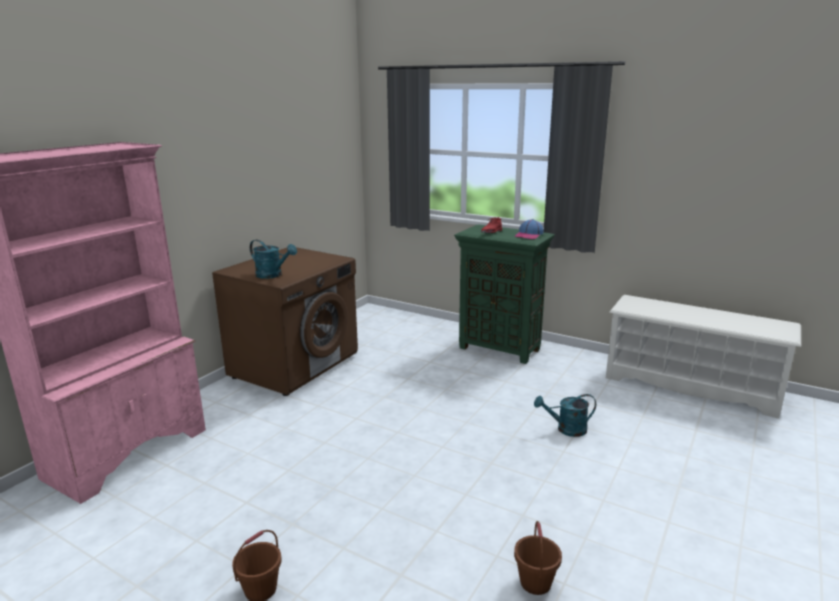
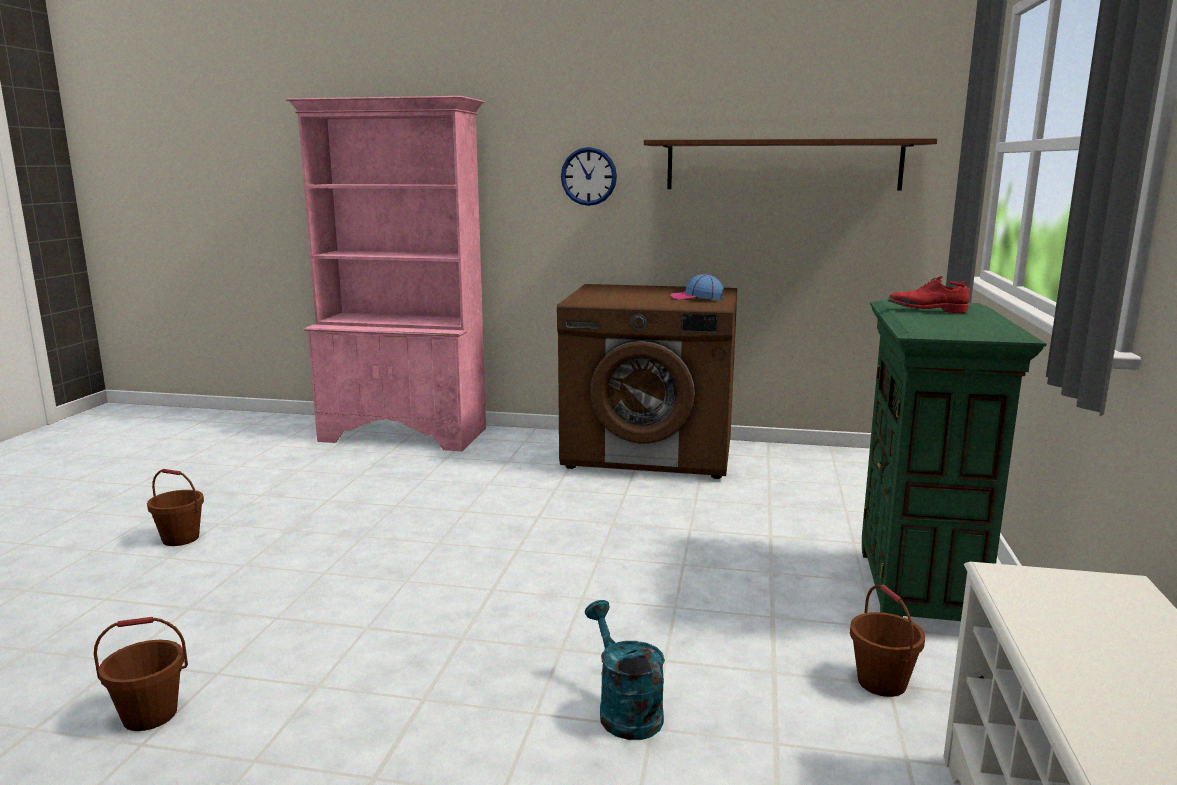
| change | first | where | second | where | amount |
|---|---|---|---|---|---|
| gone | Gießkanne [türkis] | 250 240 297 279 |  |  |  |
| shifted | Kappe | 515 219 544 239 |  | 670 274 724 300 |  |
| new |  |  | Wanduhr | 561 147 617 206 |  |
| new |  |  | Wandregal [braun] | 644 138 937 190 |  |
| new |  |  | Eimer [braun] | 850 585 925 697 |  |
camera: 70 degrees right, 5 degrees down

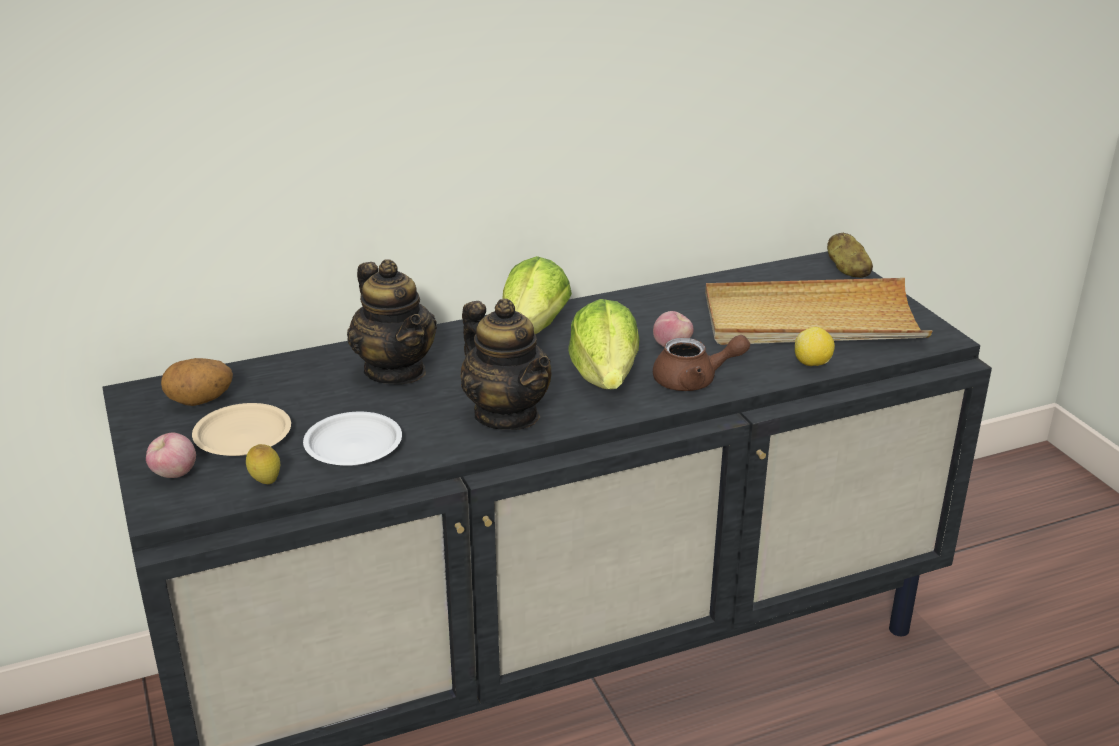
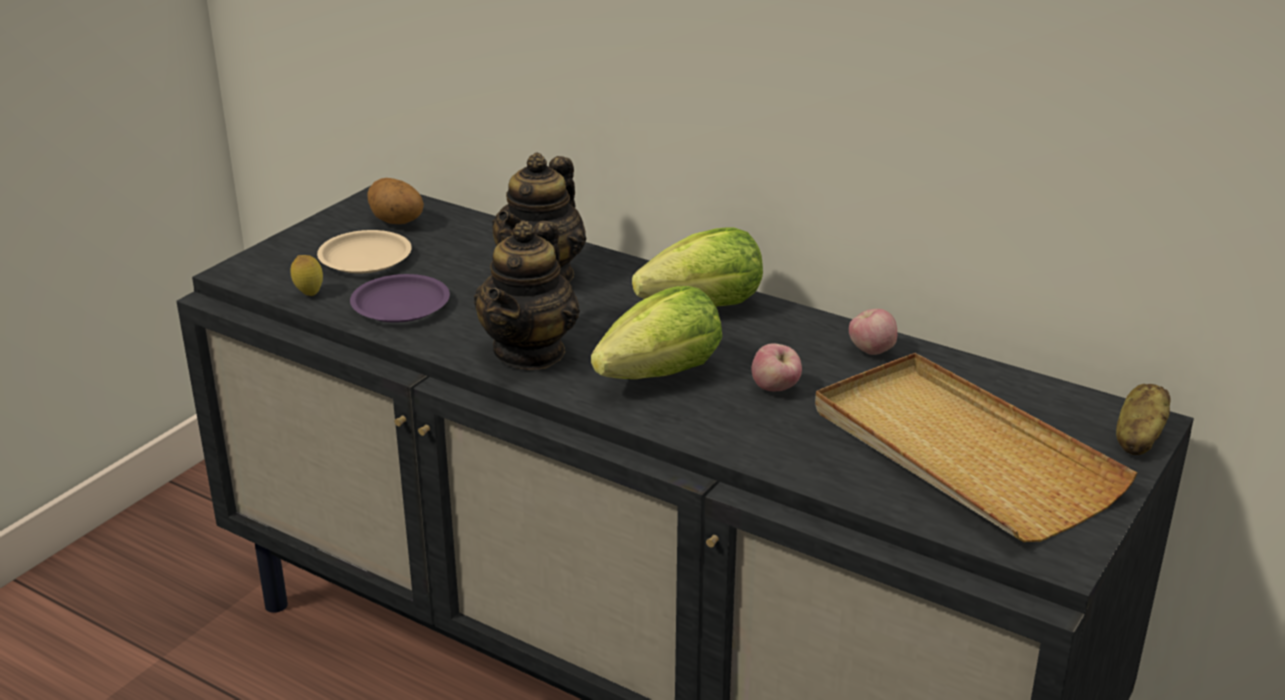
| change | first | where | second | where | amount |
|---|---|---|---|---|---|
| shifted | Apfel | 146 433 196 478 |  | 849 309 897 355 |  |
| repainted | Teller [weiß] | 303 412 402 466 | Teller [lila] | 350 274 450 323 |  |
| gone | Teekanne [braun] | 653 335 750 391 |  |  |  |
| gone | Zitrone | 795 327 835 366 |  |  |  |
camera: 55 degrees right, 0 degrees up

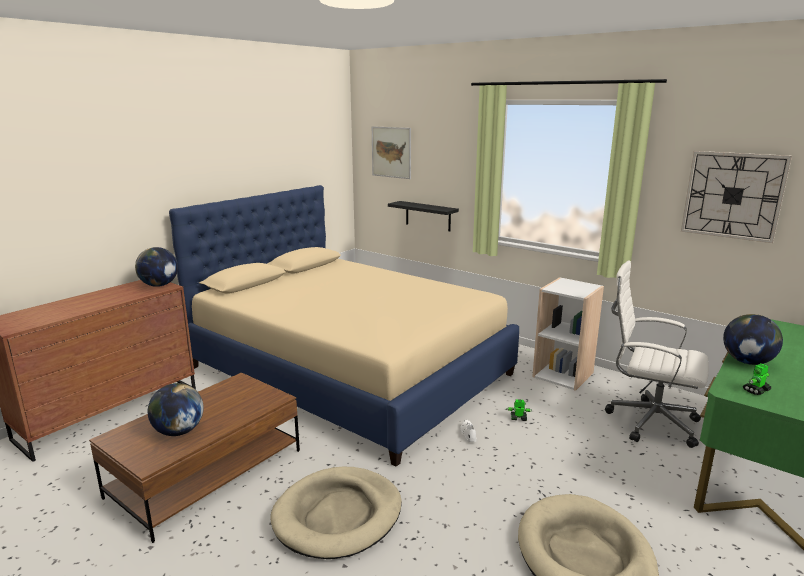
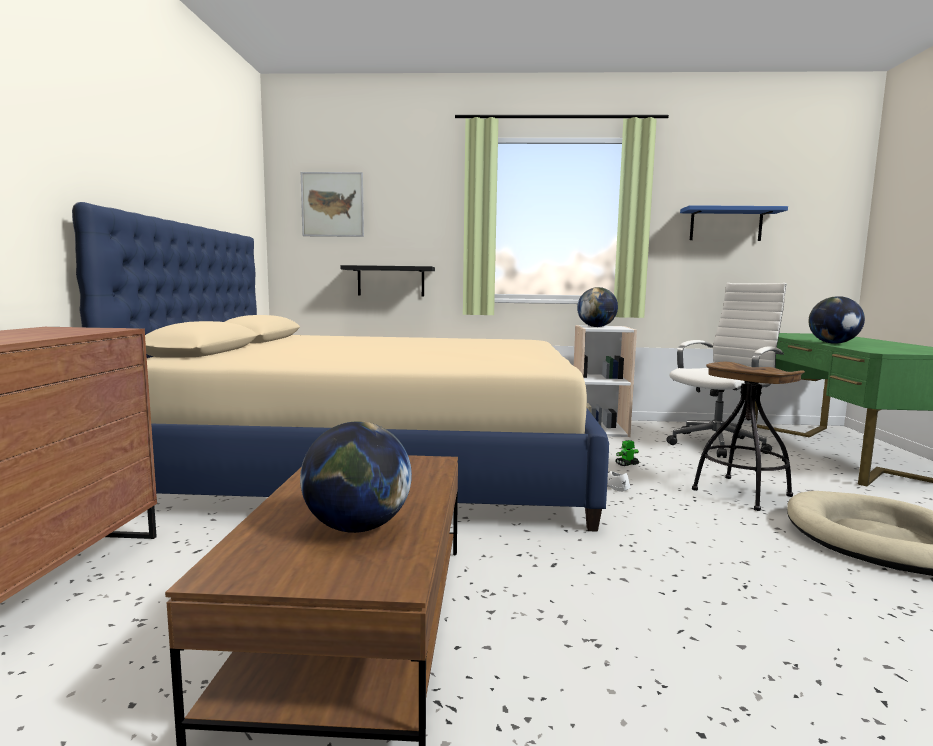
| change | first | where | second | where | amount |
|---|---|---|---|---|---|
| shifted | Globus | 135 247 178 287 |  | 577 287 618 327 |  |
| gone | Hundebett [beige] | 270 467 402 559 |  |  |  |
| rotated | Bürostuhl [weiß] | 605 261 709 448 |  | 666 283 787 458 | 150 degrees clockwise |
| swapped | Wanduhr | 681 151 792 243 | Wandregal [blau] | 680 205 788 241 |  |
| gone | Spielzeugroboter | 743 363 771 395 |  |  |  |
| new |  |  | Hocker [braun] | 692 362 805 511 |  |
camera: 35 degrees left, 10 degrees down

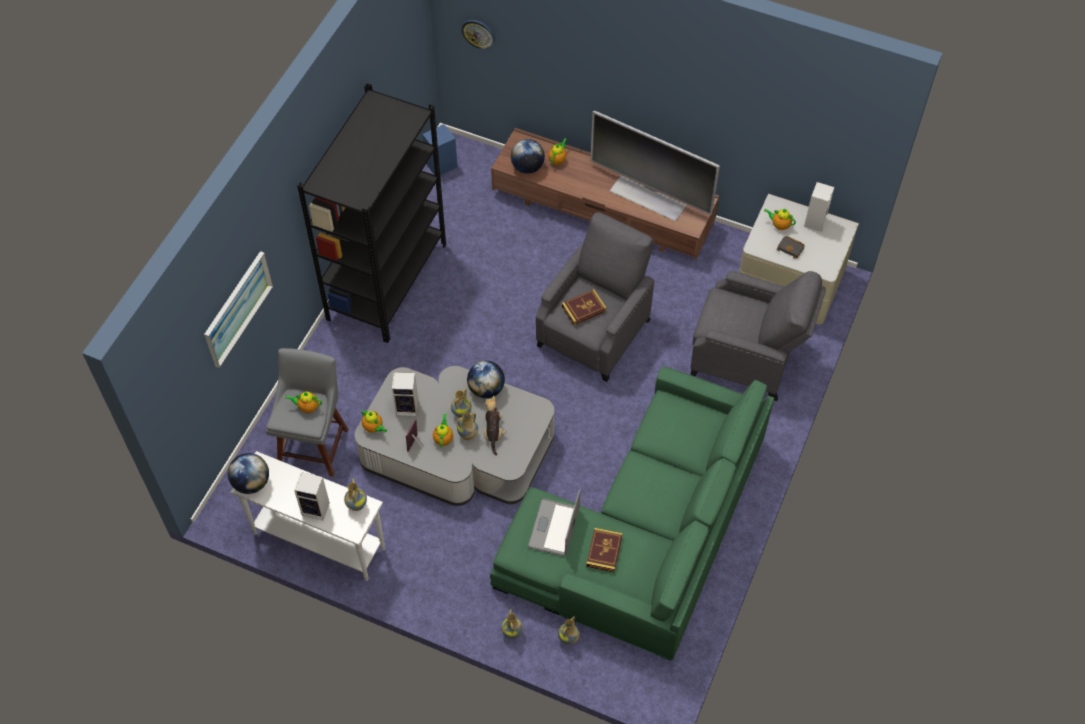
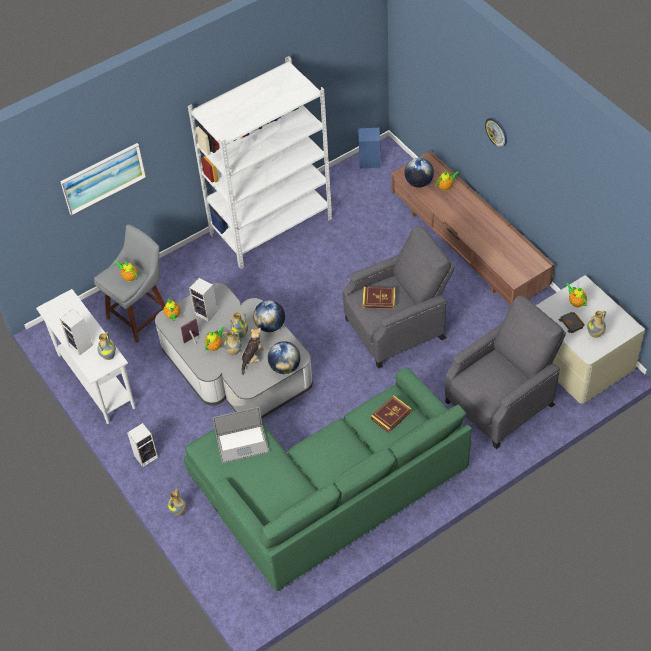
| change | first | where | second | where | amount |
|---|---|---|---|---|---|
| shifted | Globus | 228 453 269 494 |  | 268 341 300 374 |  |
| repainted | Bücherregal [schwarz] | 297 83 446 343 | Bücherregal [weiß] | 188 56 332 269 |  |
| shifted | Wanduhr | 462 20 495 49 |  | 485 117 507 147 |  |
| rotated | Laptop | 528 489 581 556 |  | 212 407 269 463 | 150 degrees counterclockwise |
| shifted | Vase | 558 616 580 645 |  | 587 311 606 338 |  |
| shifted | Buch | 586 528 623 572 |  | 371 396 412 433 |  |
| gone | Fernseher | 590 111 720 221 |  |  |  |
| rotated | Sessel [grau] | 690 271 826 401 |  | 445 295 566 449 | 90 degrees counterclockwise |
| shifted | Lautsprecher | 804 182 835 232 |  | 127 423 158 467 |  |
camera: 35 degrees right, 5 degrees down

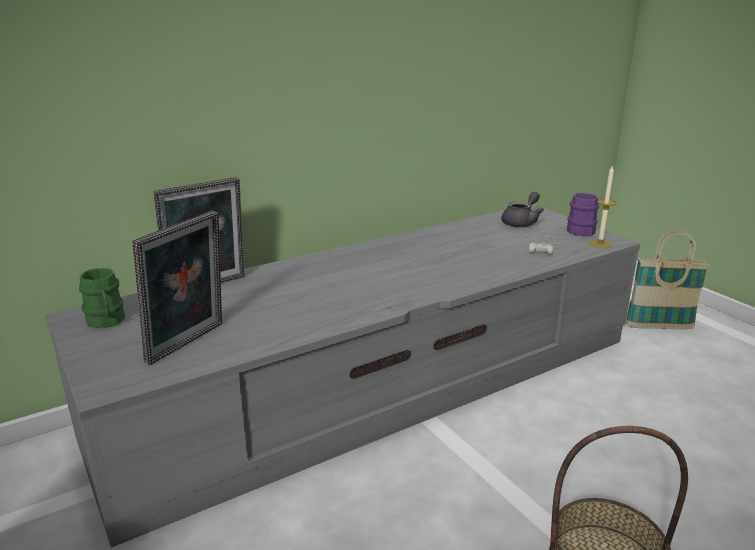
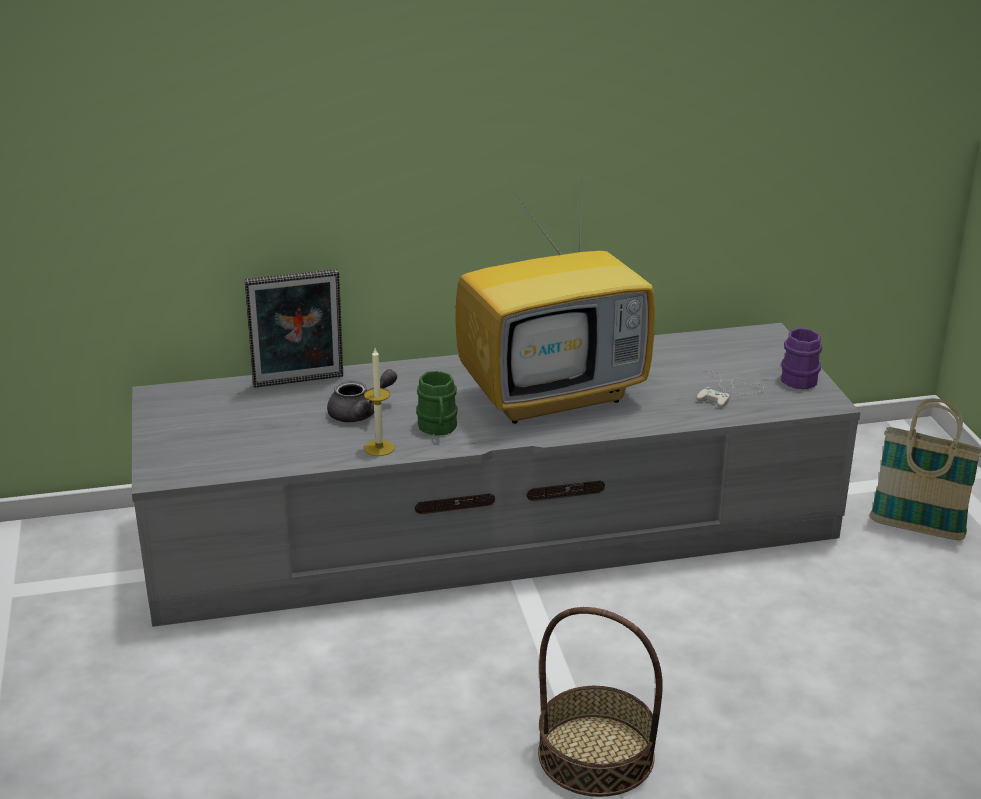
| change | first | where | second | where | amount |
|---|---|---|---|---|---|
| shifted | Henkelbecher [grün] | 79 268 125 328 |  | 416 371 457 435 |  |
| gone | Bilderrahmen | 132 211 222 365 |  |  |  |
| shifted | Teekanne [grau] | 501 192 544 227 |  | 327 369 397 422 |  |
| shifted | Kerze | 589 165 617 248 |  | 364 348 395 456 |  |
| new |  |  | Fernseher | 455 161 655 424 |  |
camera: 20 degrees right, 5 degrees up

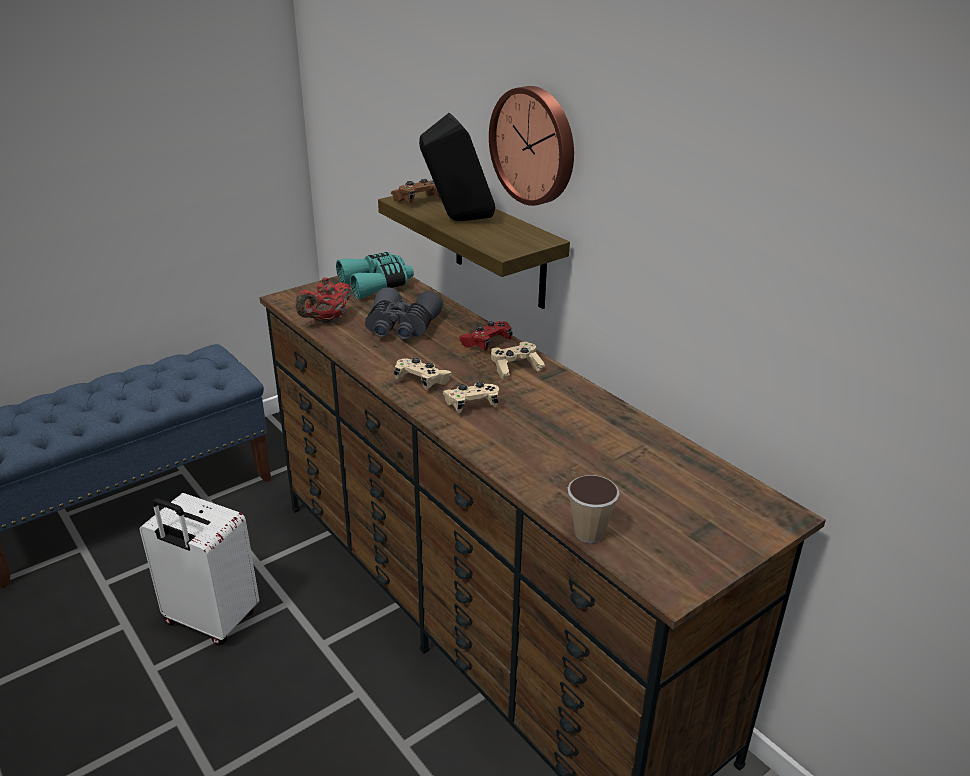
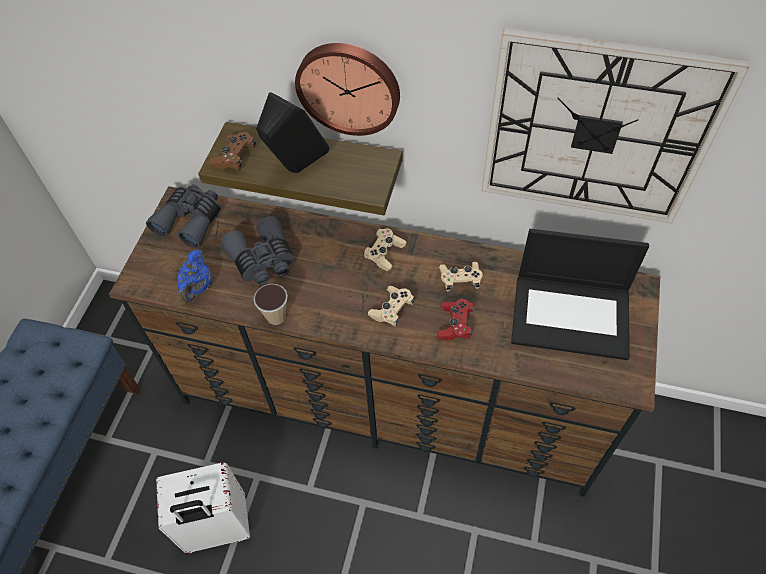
| change | first | where | second | where | amount |
|---|---|---|---|---|---|
| repainted | Teekanne [rot] | 295 278 352 323 | Teekanne [blau] | 177 249 212 304 |  |
| repainted | Fernglas [türkis] | 336 252 414 299 | Fernglas [grau] | 146 184 221 248 |  |
| shifted | Gamepad [beige] | 394 358 452 390 |  | 439 262 483 291 |  |
| shifted | Gamepad [rot] | 459 321 513 351 |  | 437 299 474 340 |  |
| shifted | Tasse | 568 475 620 543 |  | 254 284 288 325 |  |
| new |  |  | Wanduhr | 482 28 749 223 |  |
| new |  |  | Laptop | 511 229 649 360 |  |
camera: 35 degrees left, 25 degrees up

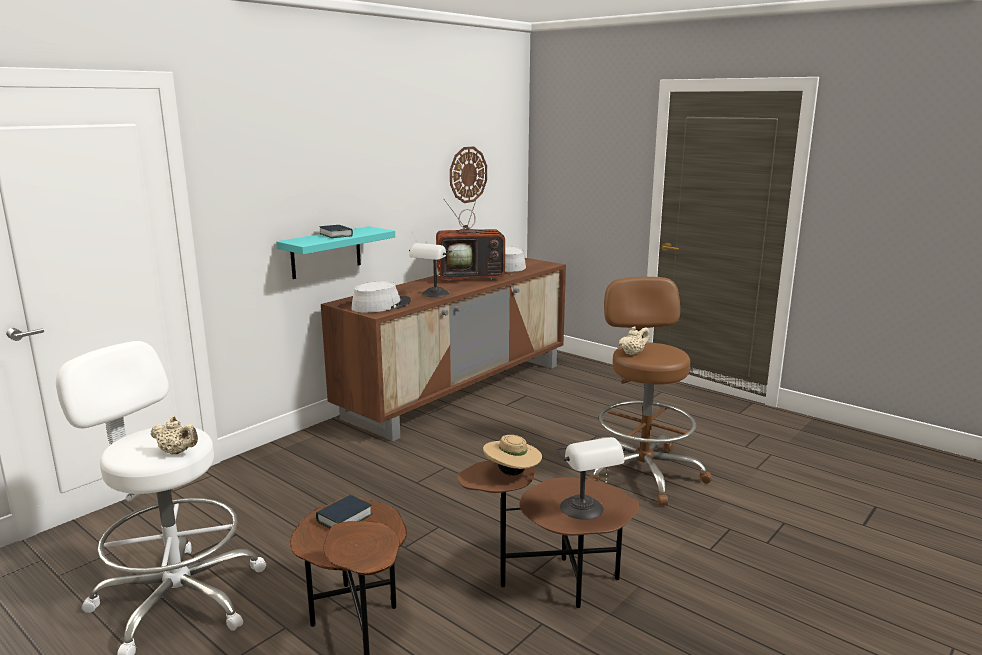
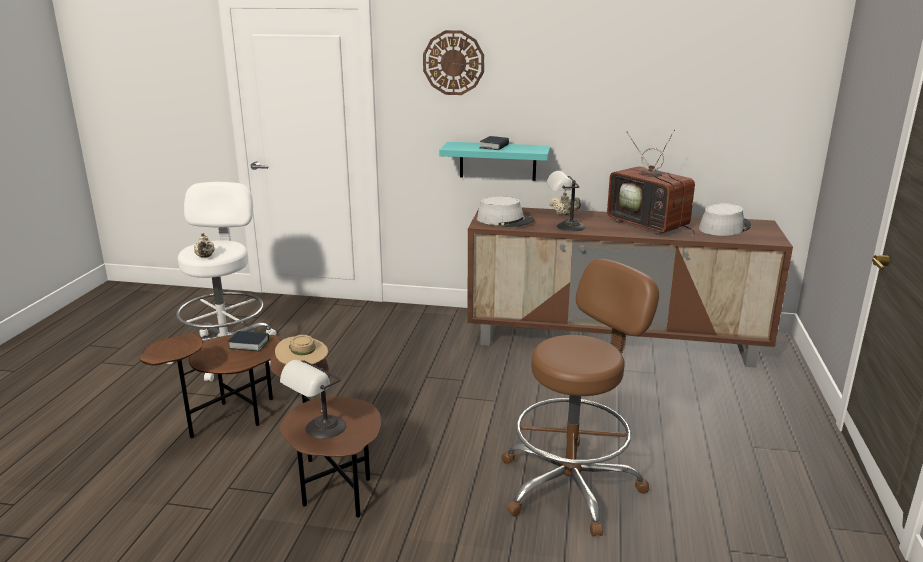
| change | first | where | second | where | amount |
|---|---|---|---|---|---|
| shifted | Wanduhr | 450 146 487 203 |  | 423 30 484 95 |  |
| shifted | Teekanne [beige] | 619 326 650 355 |  | 549 192 581 215 |  |
camera: 60 degrees right, 5 degrees up

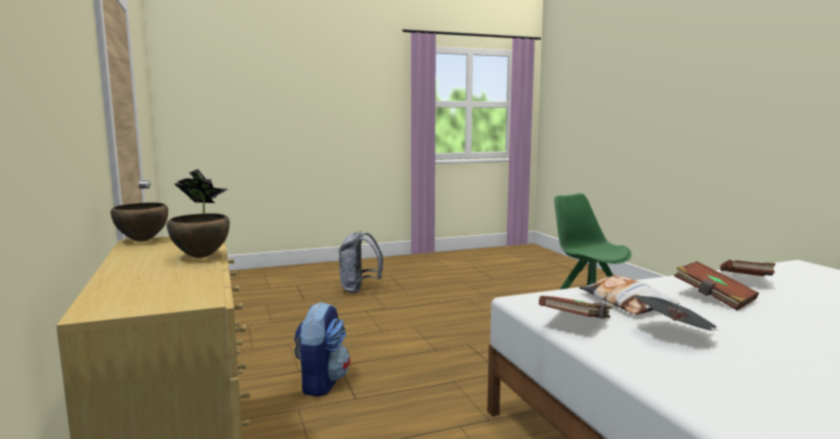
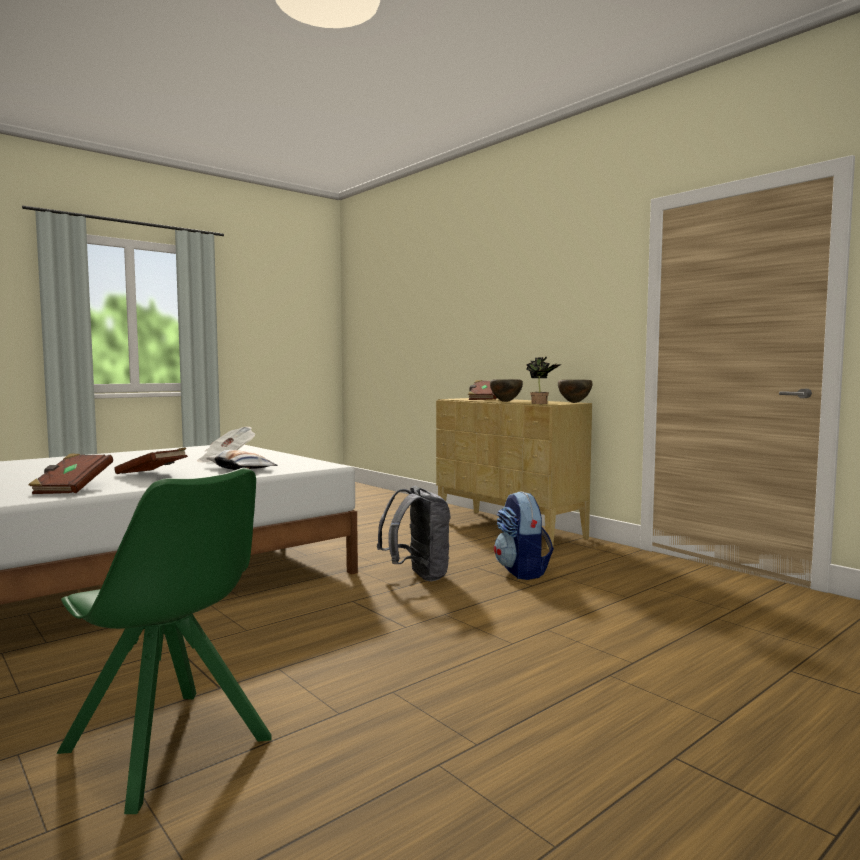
| change | first | where | second | where | amount |
|---|---|---|---|---|---|
| shifted | Rucksack [grau] | 338 231 383 293 |  | 377 486 451 581 |  |
| shifted | Buch [braun] | 539 296 612 319 |  | 468 380 497 400 |  |
camera: 160 degrees right, 5 degrees down

